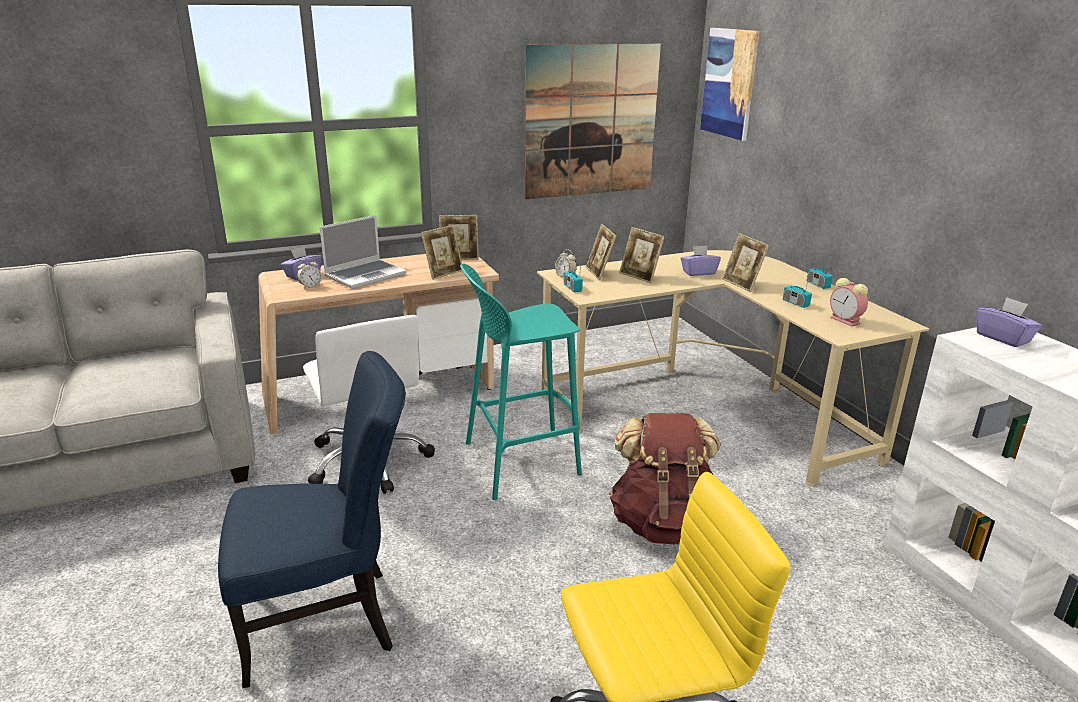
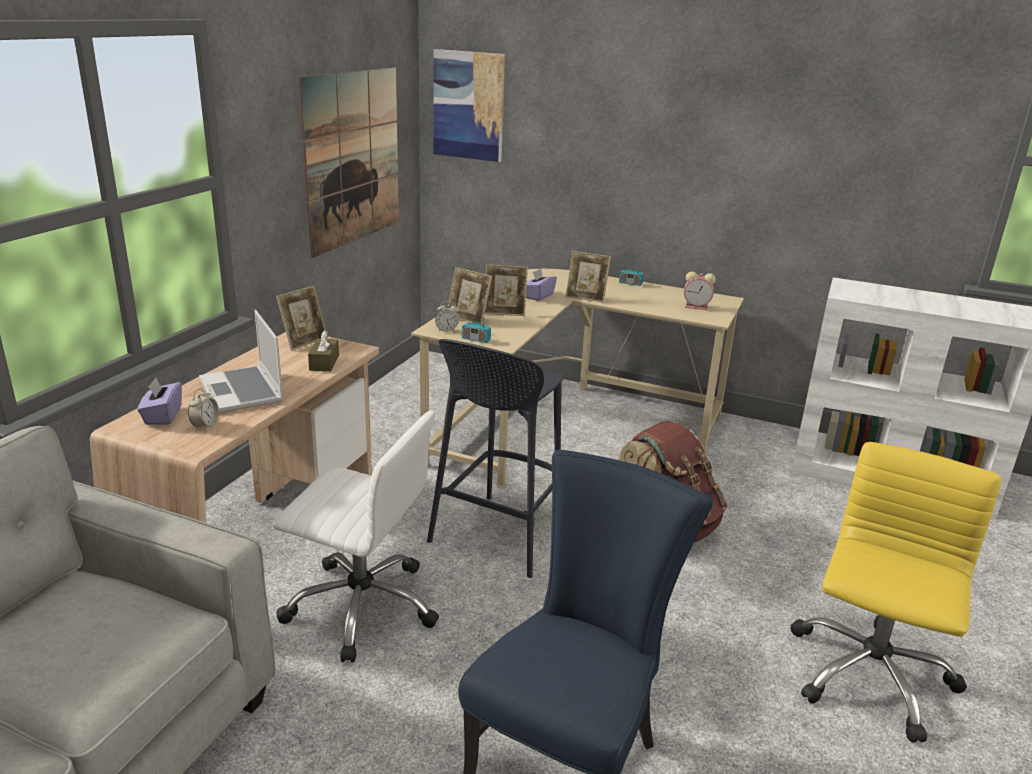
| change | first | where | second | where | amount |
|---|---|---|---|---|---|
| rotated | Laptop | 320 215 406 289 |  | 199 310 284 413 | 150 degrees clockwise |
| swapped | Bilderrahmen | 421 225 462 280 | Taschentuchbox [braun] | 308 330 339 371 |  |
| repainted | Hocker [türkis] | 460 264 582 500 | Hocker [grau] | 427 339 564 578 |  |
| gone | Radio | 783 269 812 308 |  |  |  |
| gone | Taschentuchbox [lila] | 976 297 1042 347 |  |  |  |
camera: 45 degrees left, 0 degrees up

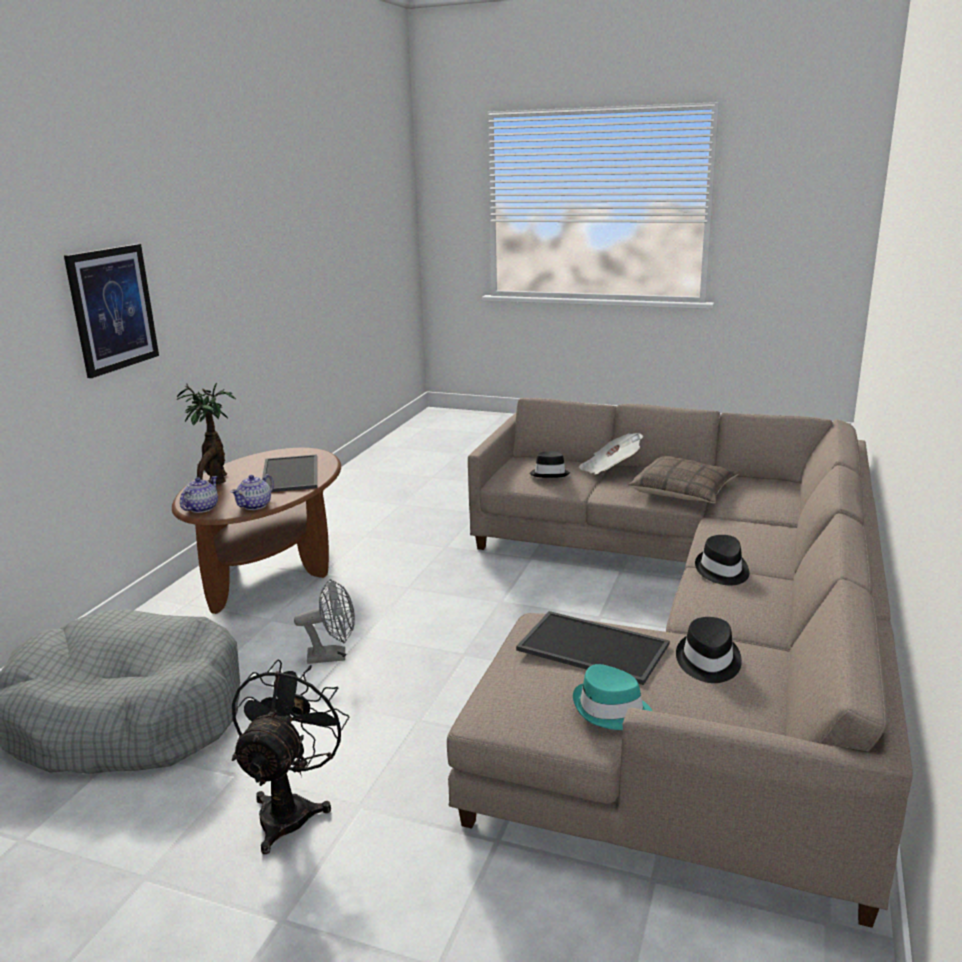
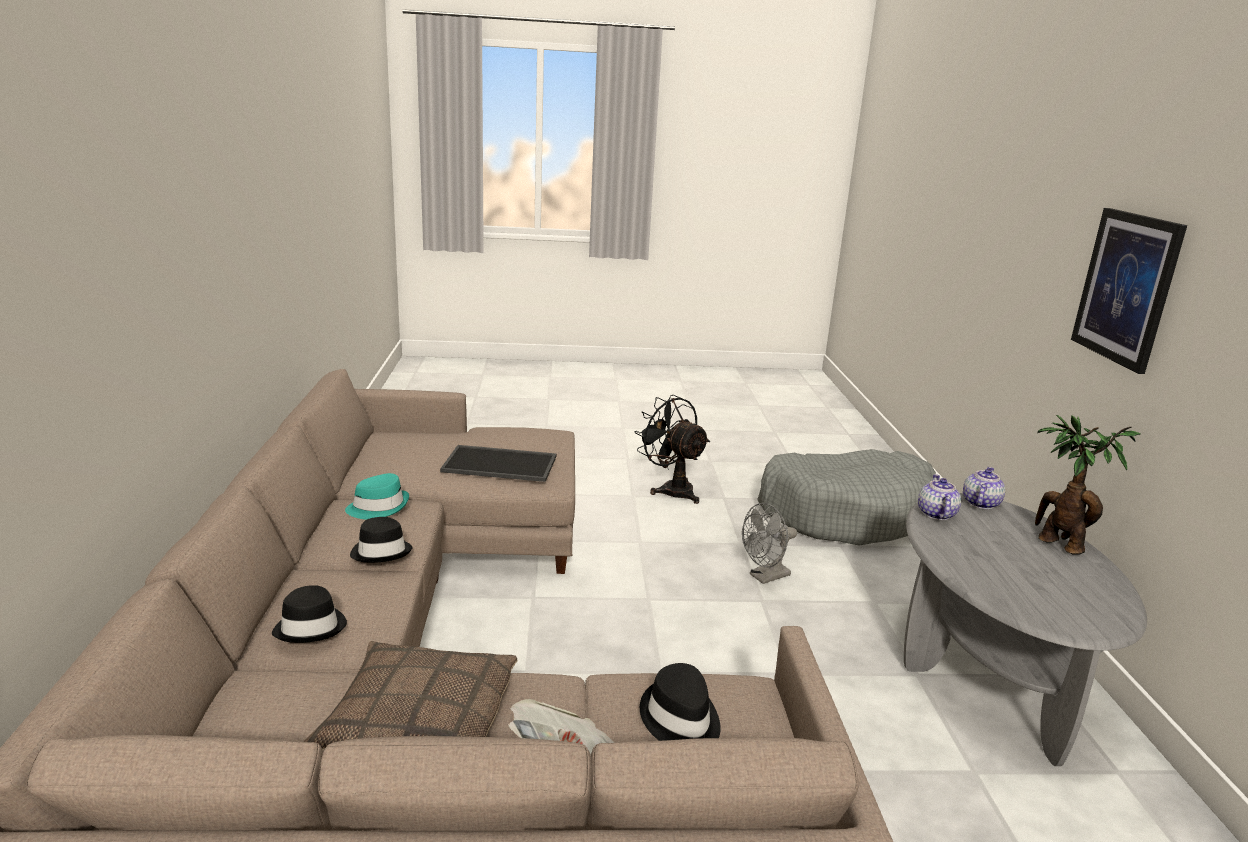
| change | first | where | second | where | amount |
|---|---|---|---|---|---|
| repainted | Couchtisch [braun] | 172 448 341 614 | Couchtisch [grau] | 904 493 1147 766 |  |
| rotated | Teekanne | 180 476 218 513 |  | 963 467 1005 509 | 150 degrees counterclockwise |
| rotated | Ventilator [schwarz] | 232 659 349 854 |  | 635 394 710 504 | 150 degrees clockwise |
| gone | Tablett | 262 455 317 492 |  |  |  |
| shifted | Hut [türkis] | 573 664 652 730 |  | 345 473 409 520 |  |
| shifted | Hut [schwarz] | 676 617 742 683 |  | 272 585 347 643 |  |
camera: 155 degrees right, 0 degrees up

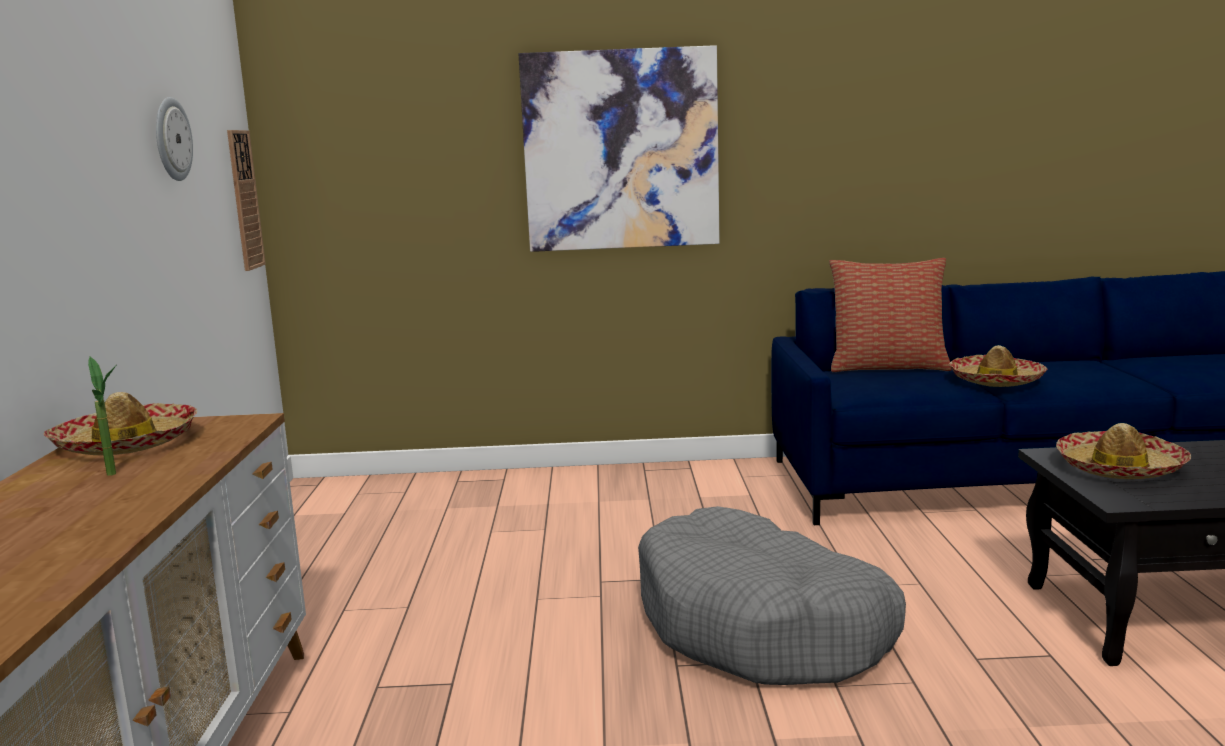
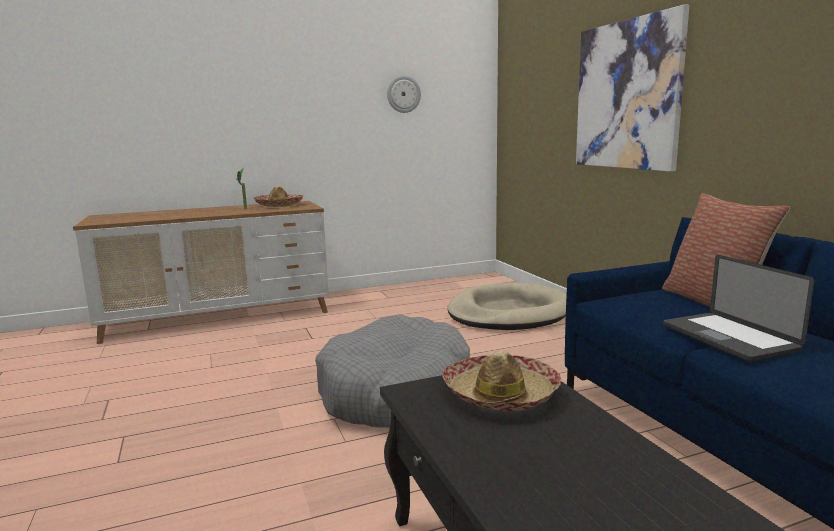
| change | first | where | second | where | amount |
|---|---|---|---|---|---|
| gone | Wanduhr | 227 130 266 271 |  |  |  |
| swapped | Hut | 949 345 1047 387 | Laptop | 663 255 814 362 |  |
| new |  |  | Hundebett [beige] | 447 283 567 330 |  |
camera: 70 degrees right, 0 degrees up

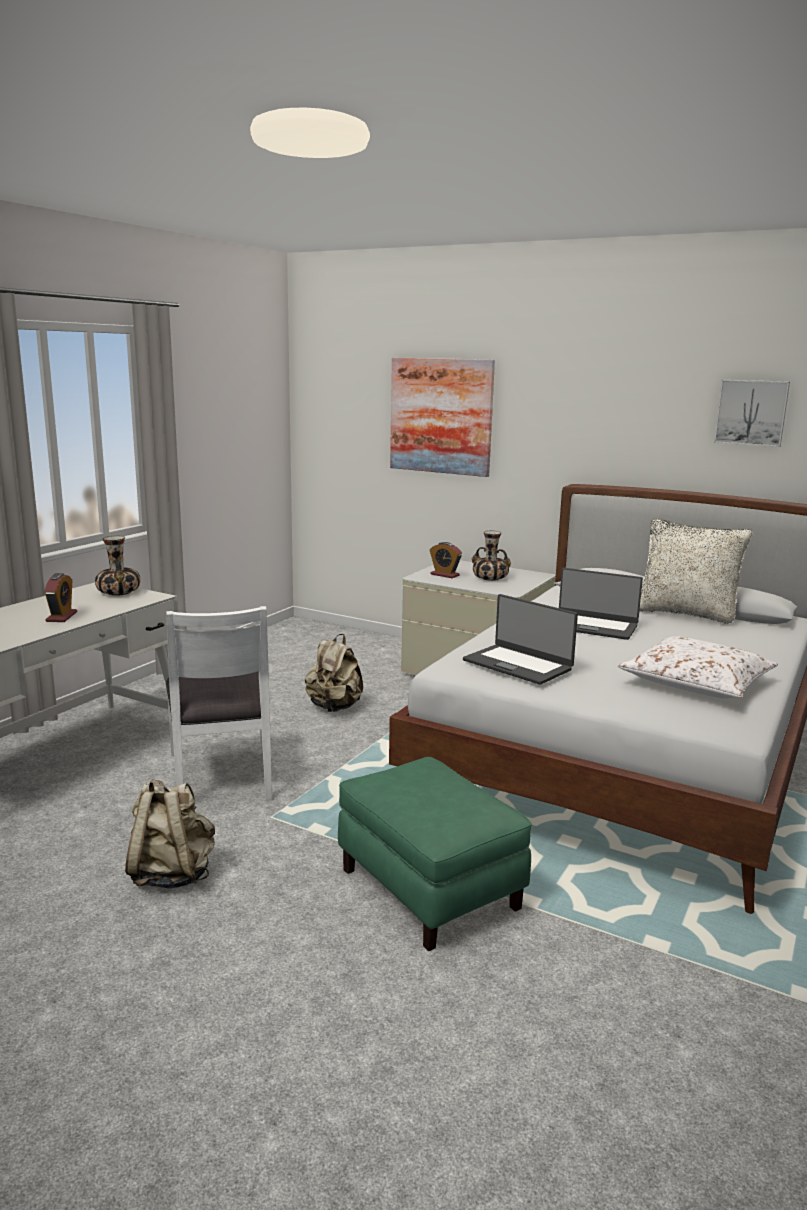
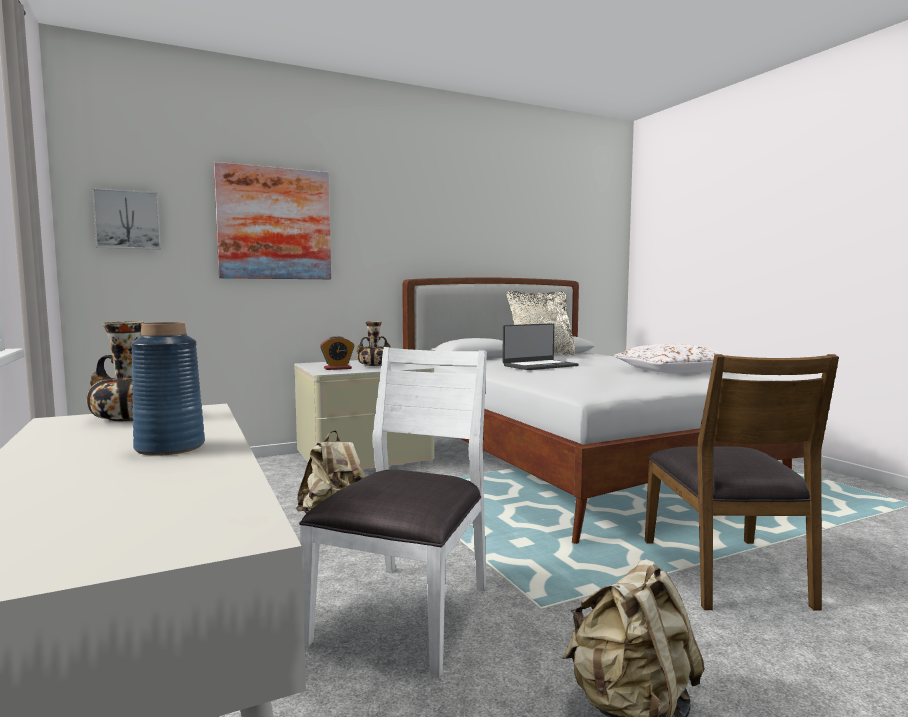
| change | first | where | second | where | amount |
|---|---|---|---|---|---|
| swapped | Wecker | 45 573 77 622 | Vase [blau] | 131 322 205 456 |  |
| rotated | Stuhl [weiß] | 166 606 272 800 |  | 299 347 487 679 | 90 degrees counterclockwise |
| swapped | Polsterhocker [grün] | 338 757 532 951 | Stuhl [braun] | 645 354 839 611 |  |
| gone | Laptop | 463 594 578 685 |  |  |  |
| shifted | Bild | 714 380 790 447 |  | 92 188 161 250 |  |
camera: 55 degrees left, 10 degrees down

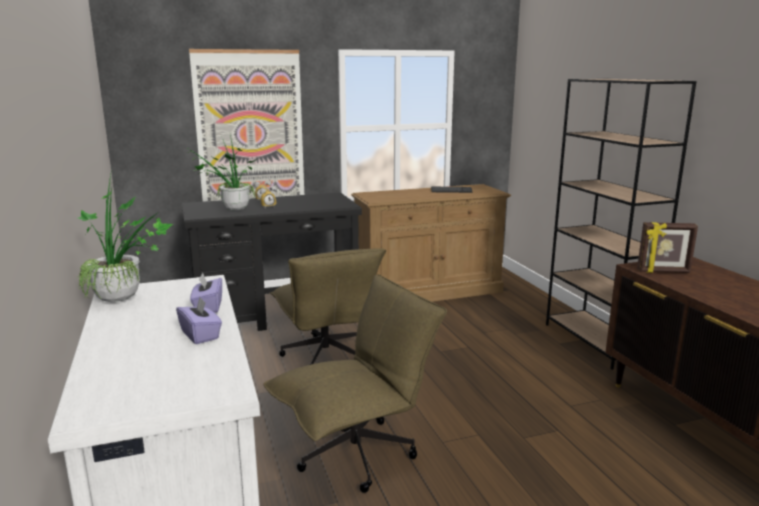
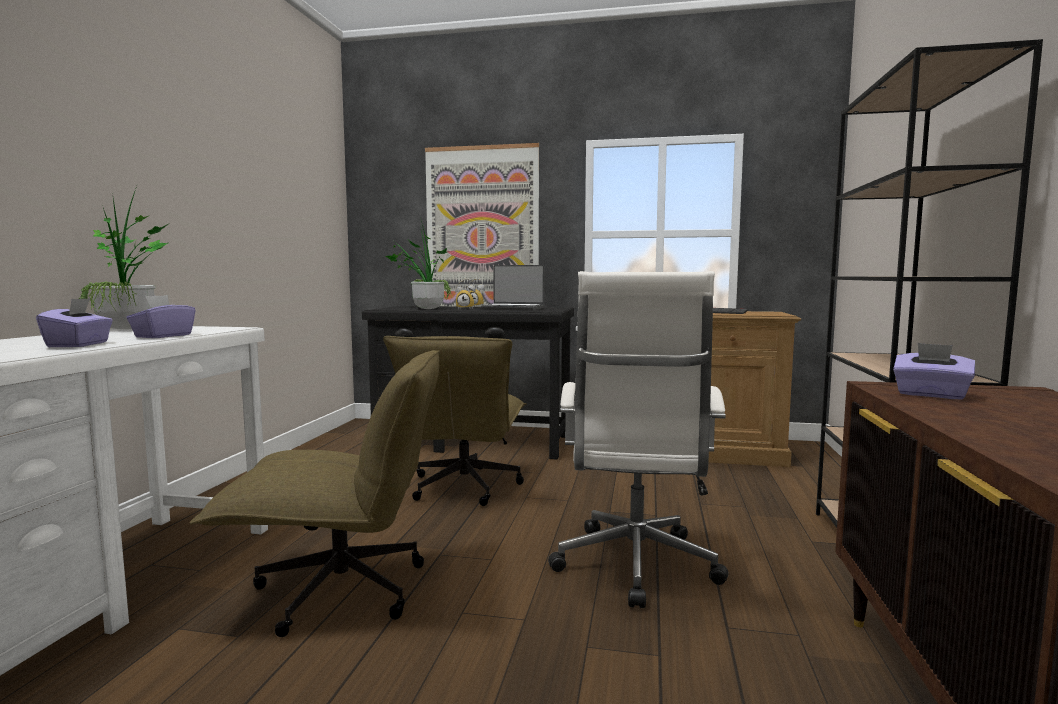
| change | first | where | second | where | amount |
|---|---|---|---|---|---|
| swapped | Bilderrahmen | 637 222 698 273 | Taschentuchbox [lila] | 893 343 975 399 |  |
| new |  |  | Laptop | 480 265 544 311 |  |
| new |  |  | Bürostuhl [weiß] | 548 271 729 608 |  |
camera: 30 degrees right, 10 degrees down

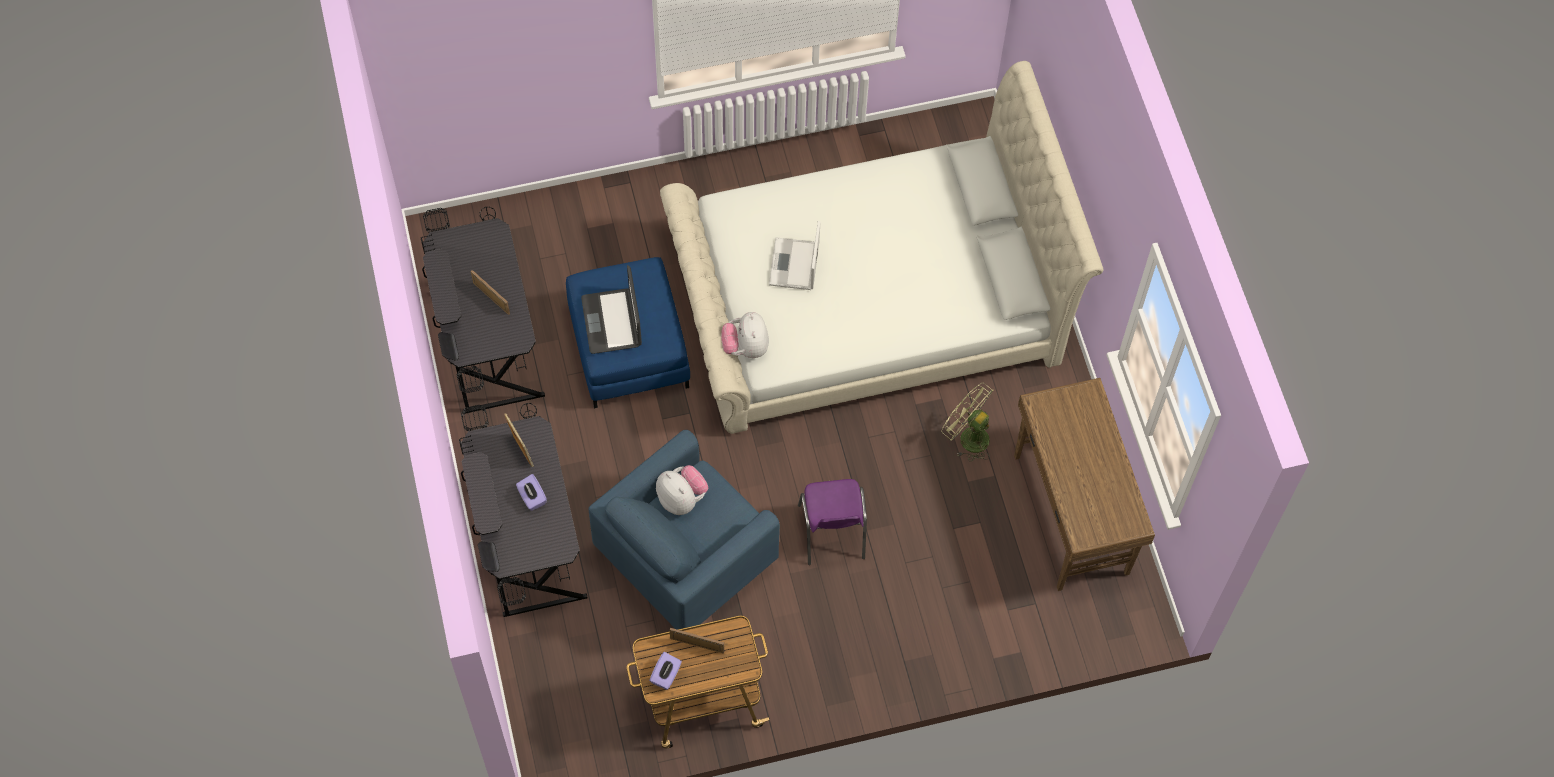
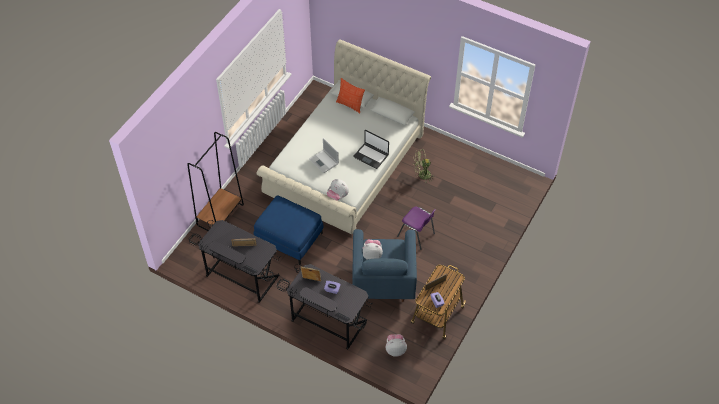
| change | first | where | second | where | amount |
|---|---|---|---|---|---|
| shifted | Laptop | 581 265 642 354 |  | 353 130 389 169 |  |
| gone | Konsolentisch [braun] | 1014 378 1155 591 |  |  |  |
| new |  |  | Kleiderständer | 187 132 244 231 |  |
| new |  |  | Kissen [orange] | 336 78 365 114 |  |
| new |  |  | Plüschtier | 386 334 407 357 |  |
camera: 45 degrees left, 10 degrees down

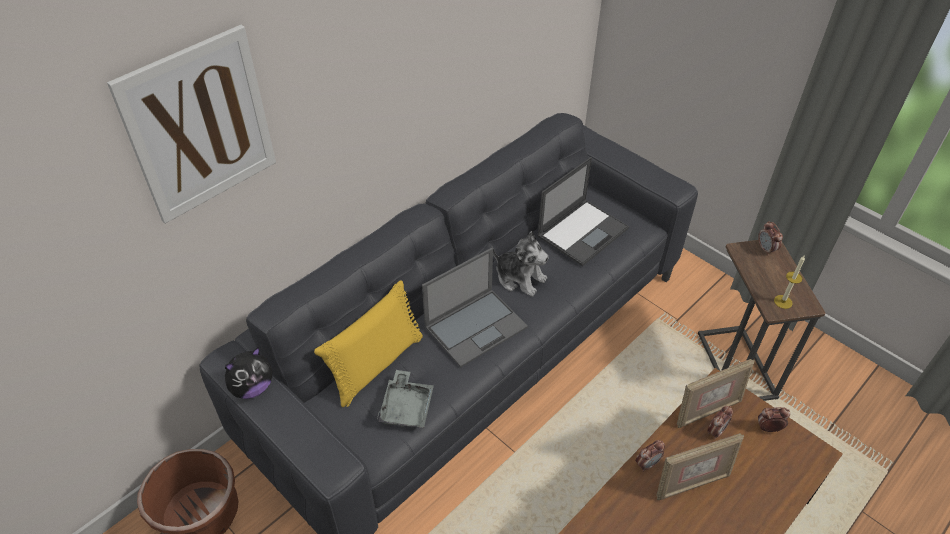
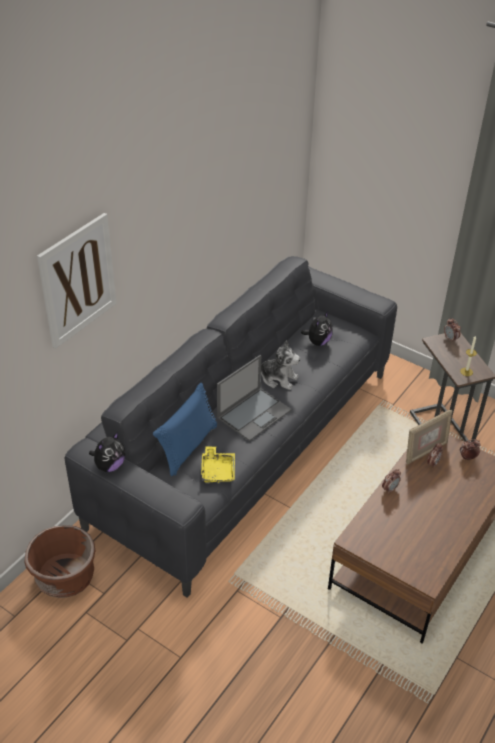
| change | first | where | second | where | amount |
|---|---|---|---|---|---|
| repainted | Kissen [gelb] | 314 280 423 407 | Kissen [blau] | 153 382 217 476 |  |
| repainted | Tablett [grau] | 377 370 434 428 | Tablett [gelb] | 201 446 235 483 |  |
| swapped | Laptop | 537 157 629 266 | Plüschtier | 301 311 333 346 |  |
| gone | Bilderrahmen | 656 433 744 500 |  |  |  |
camera: 10 degrees left, 5 degrees down

